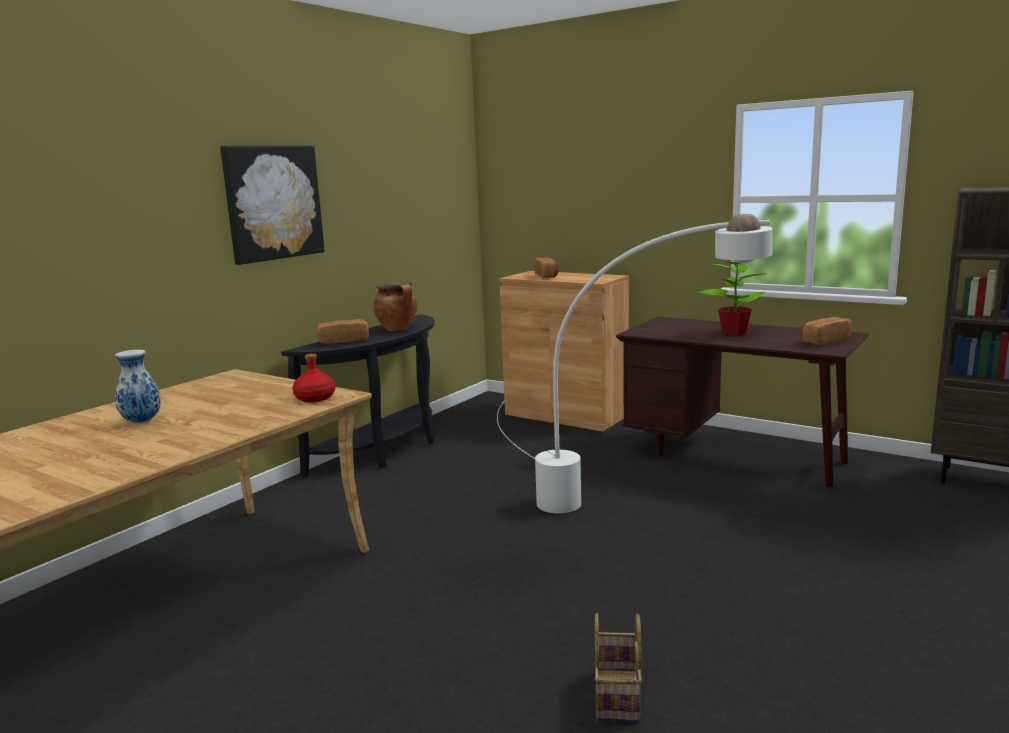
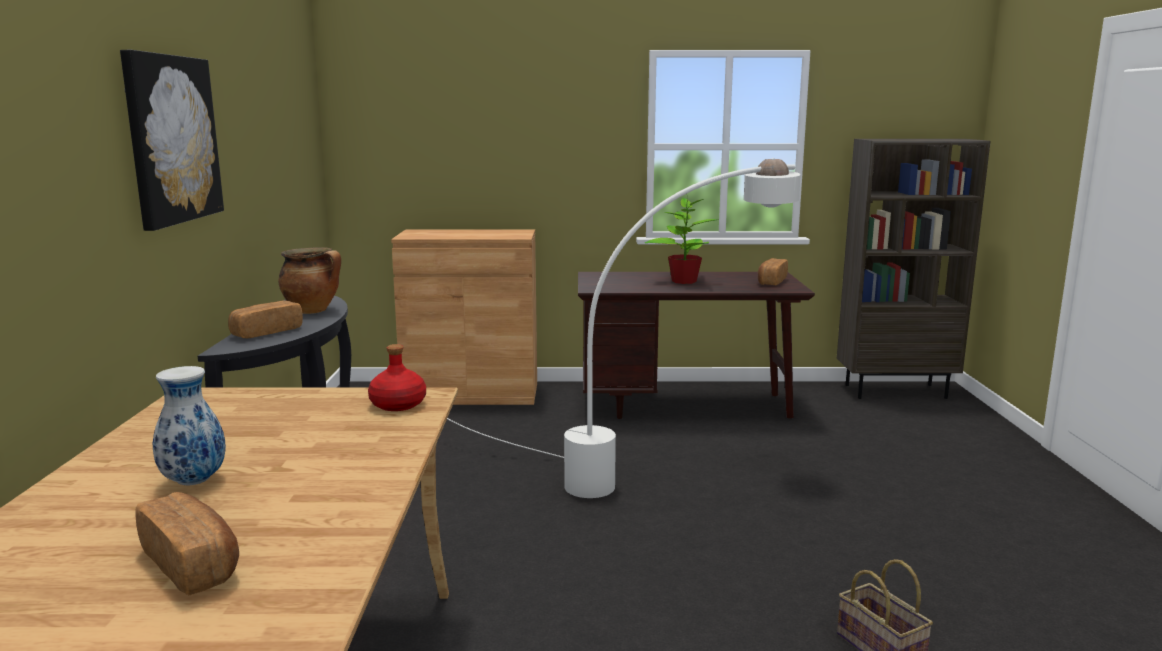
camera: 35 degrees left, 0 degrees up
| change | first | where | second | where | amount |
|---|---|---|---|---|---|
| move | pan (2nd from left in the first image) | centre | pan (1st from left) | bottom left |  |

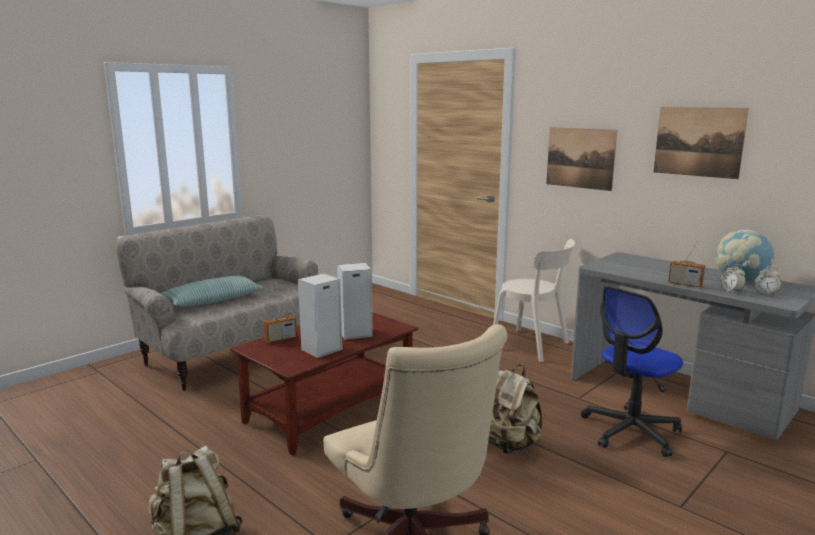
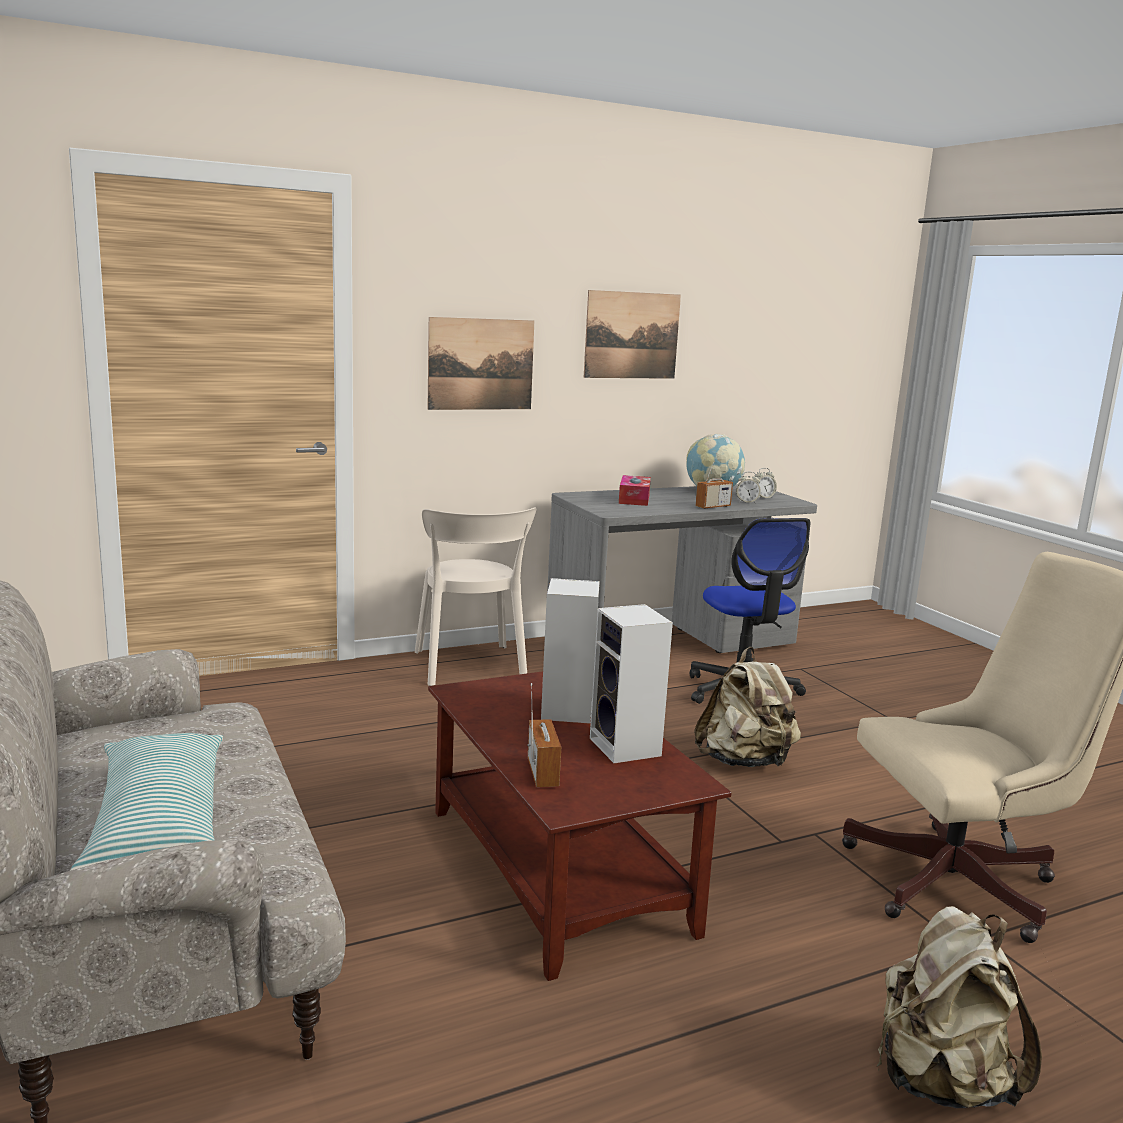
camera: 70 degrees left, 0 degrees up
| change | first | where | second | where | amount |
|---|---|---|---|---|---|
| insert |  |  | caja de pañuelos | centre |  |
| rotate | silla (beis) | centre |  | centre | 105 degrees clockwise |

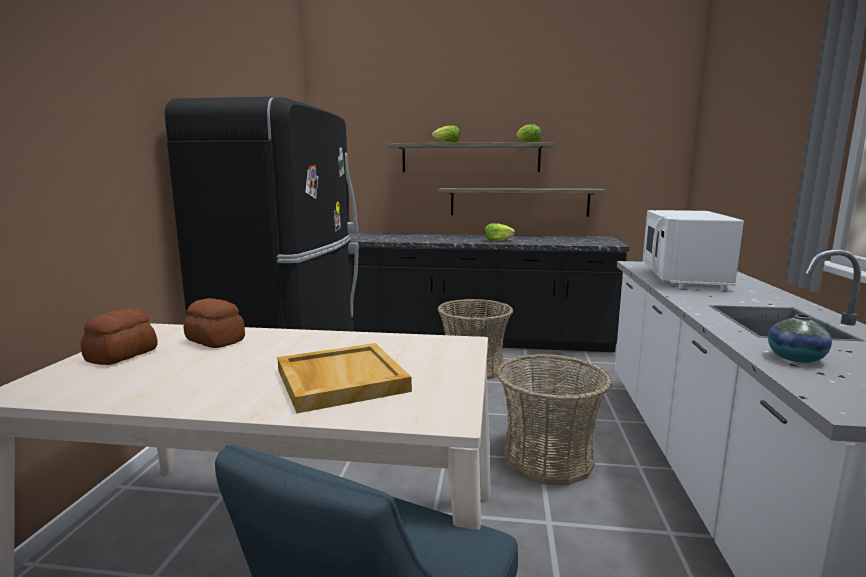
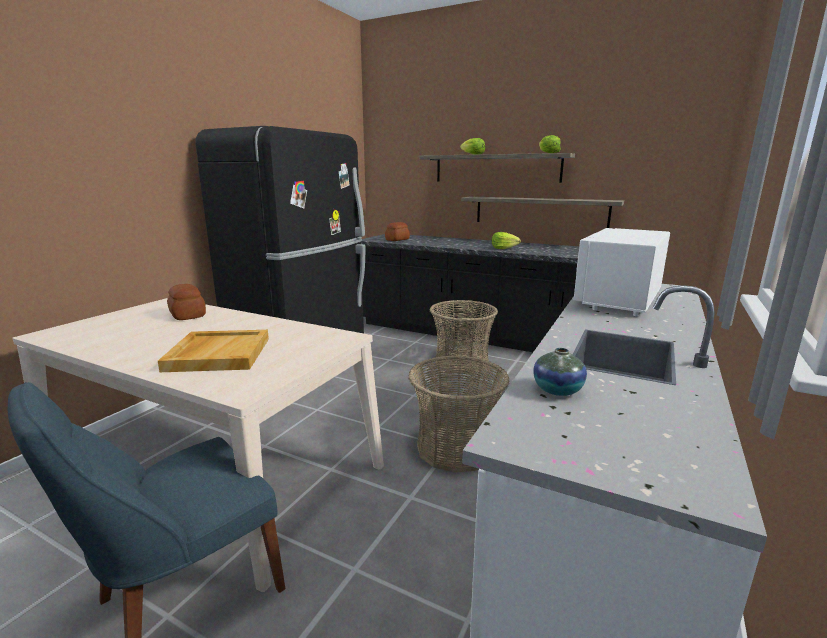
camera: 20 degrees right, 5 degrees up
| change | first | where | second | where | amount |
|---|---|---|---|---|---|
| move | pan (1st from left in the first image) | middle left | pan (2nd from left) | centre |  |

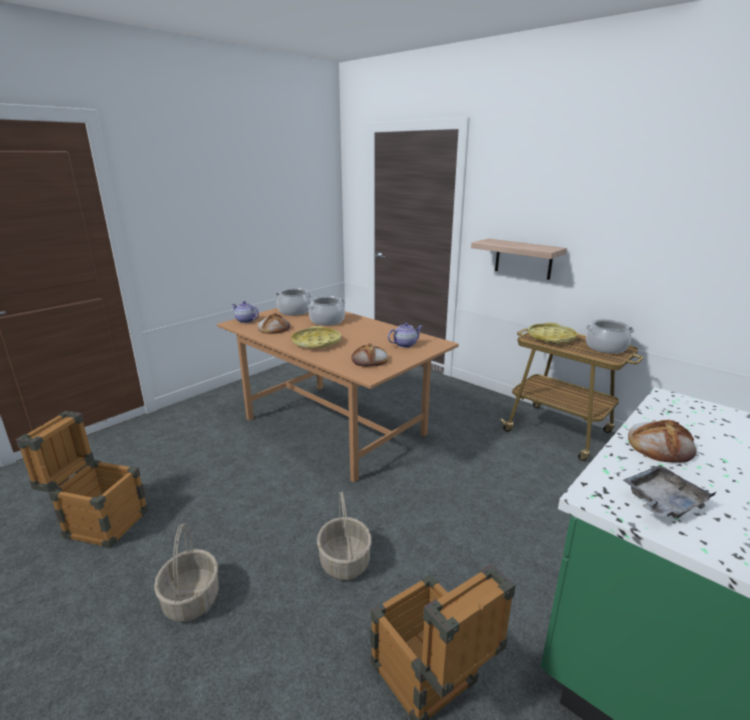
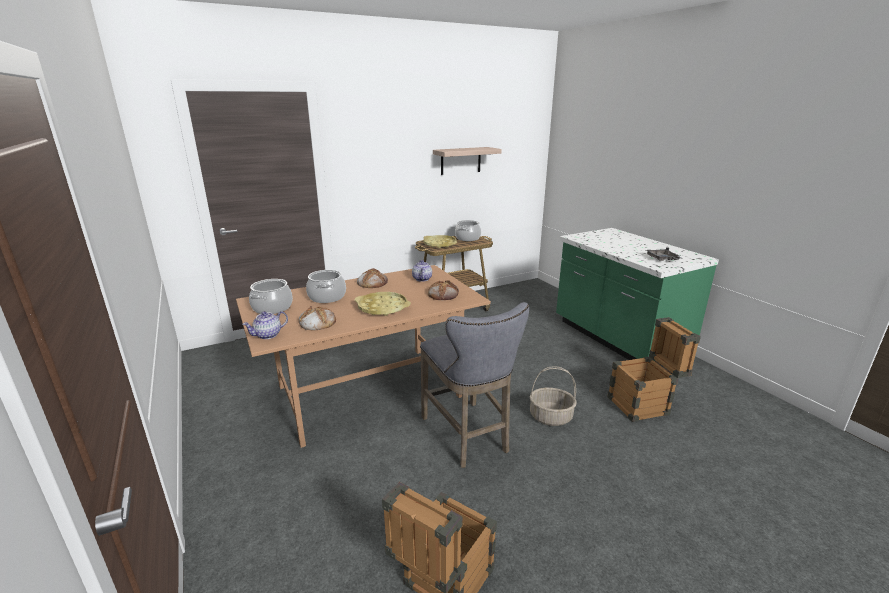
camera: 70 degrees left, 0 degrees up
| change | first | where | second | where | amount |
|---|---|---|---|---|---|
| delete | cesta (1st from left) | bottom left |  |  |  |
| insert |  |  | taburete (gris) | centre |  |
| move | estante | middle right |  | top centre |  |
| move | pan (3rd from left in the first image) | middle right | pan (2nd from left) | centre |  |

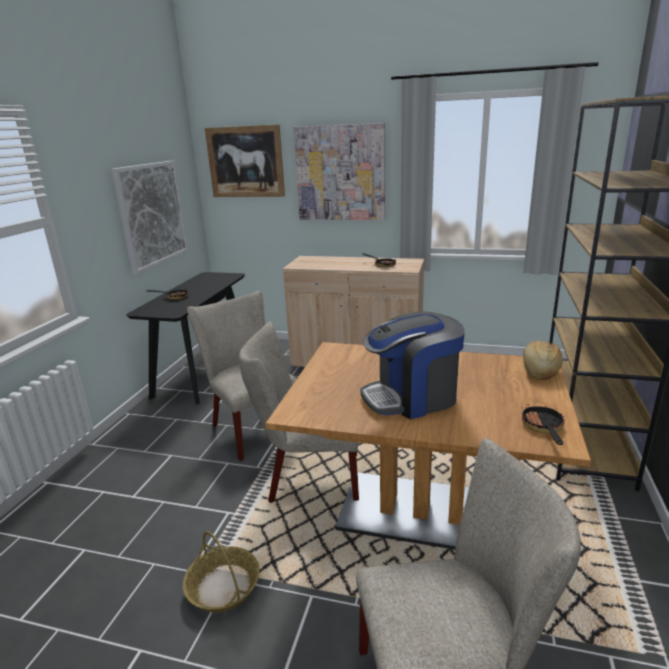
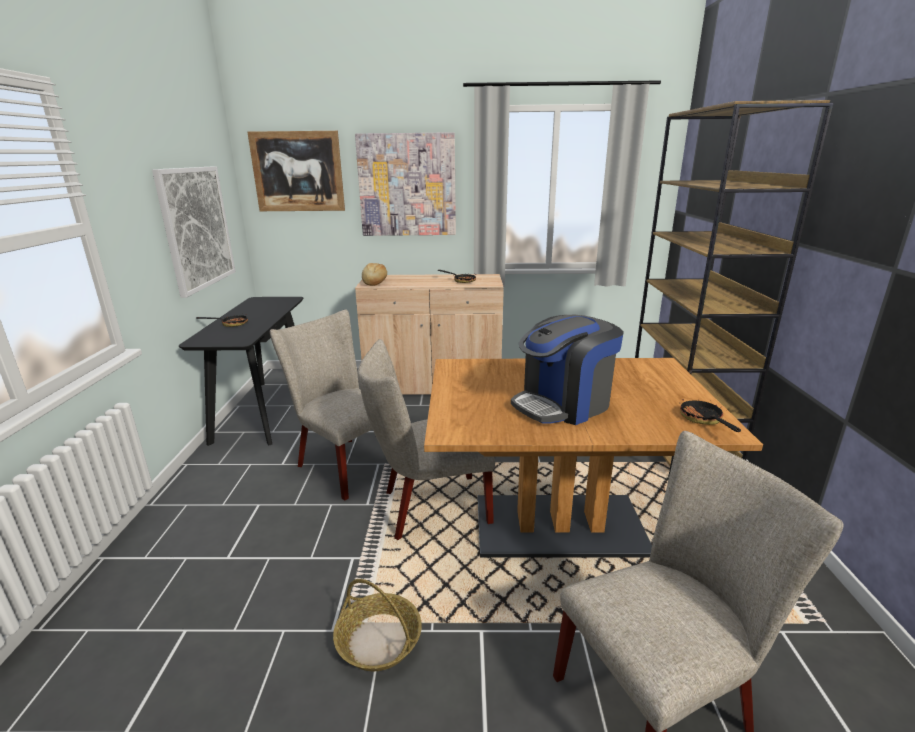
camera: 15 degrees left, 0 degrees up
| change | first | where | second | where | amount |
|---|---|---|---|---|---|
| move | pan | middle right |  | centre |  |

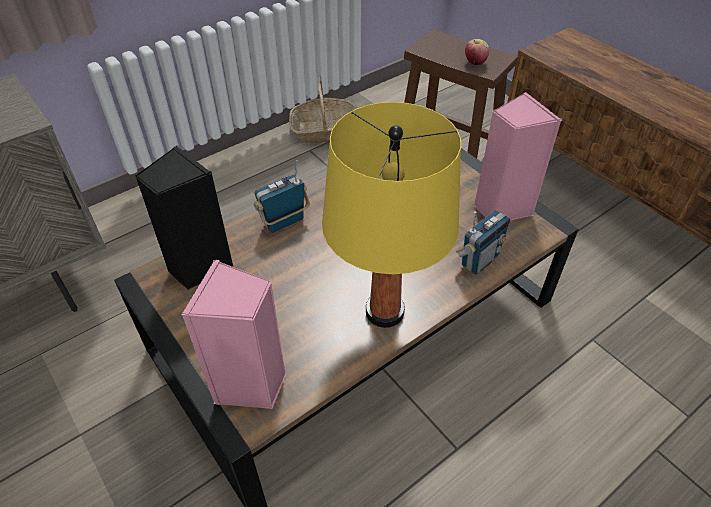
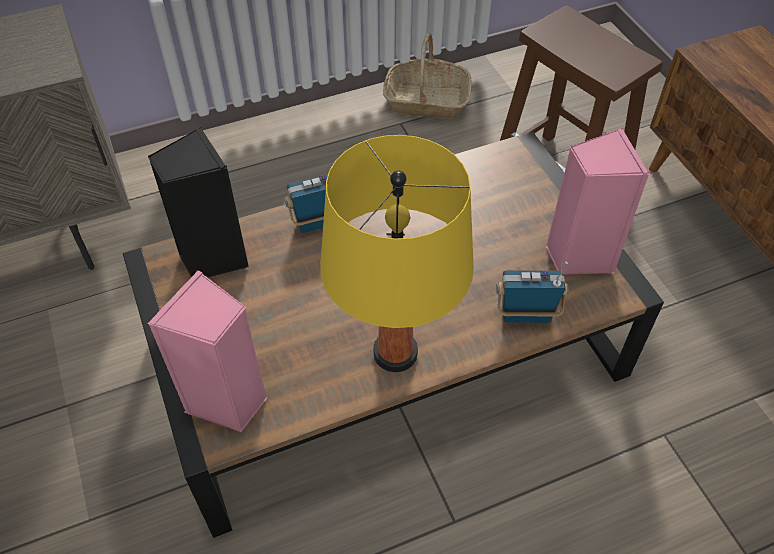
camera: 15 degrees right, 5 degrees up
| change | first | where | second | where | amount |
|---|---|---|---|---|---|
| delete | manzana | top right |  |  |  |
| rotate | radio (2nd from left) | middle right |  | middle right | 150 degrees counterclockwise |

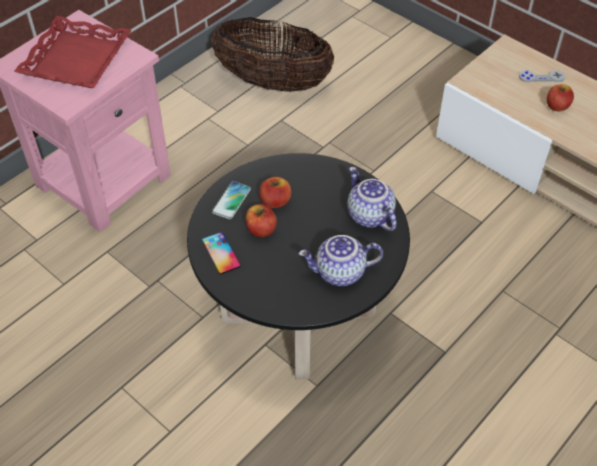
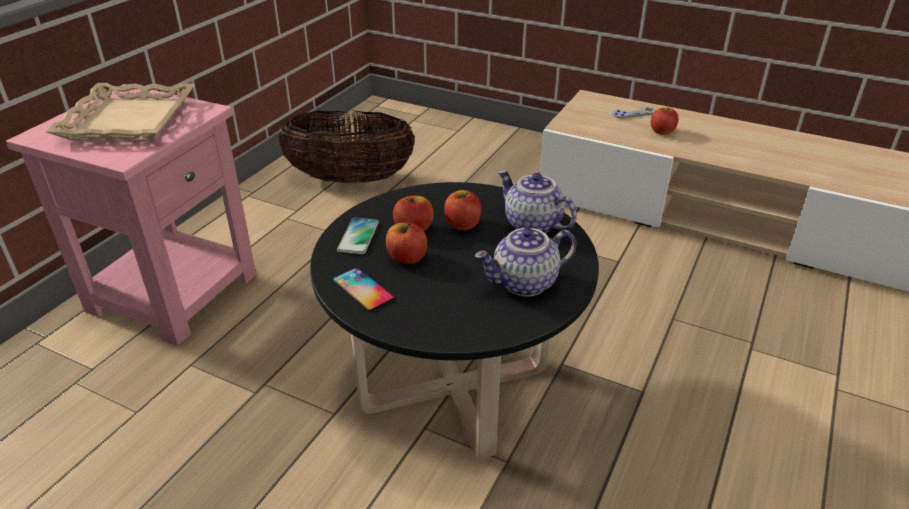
camera: 15 degrees left, 15 degrees down
| change | first | where | second | where | amount |
|---|---|---|---|---|---|
| insert |  |  | manzana (3rd from left) | centre |  |
| recolor | bandeja (rojo) | top left | bandeja (beis) | top left |  |

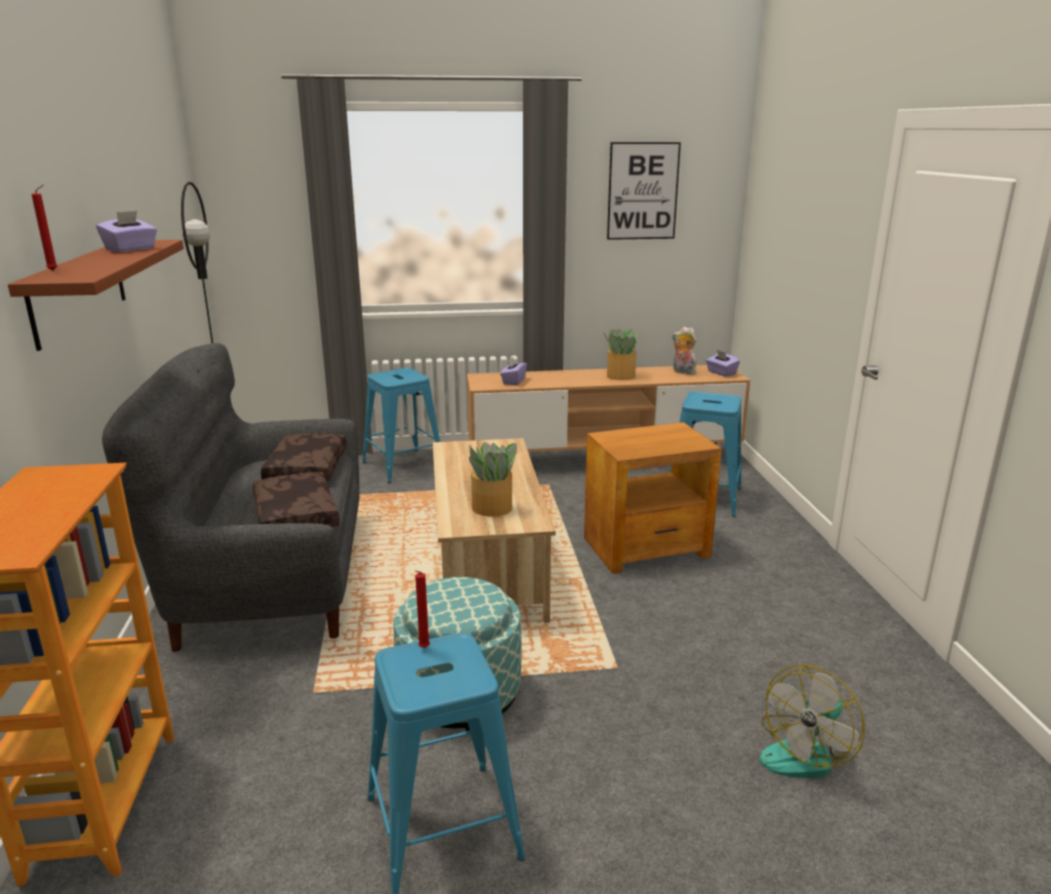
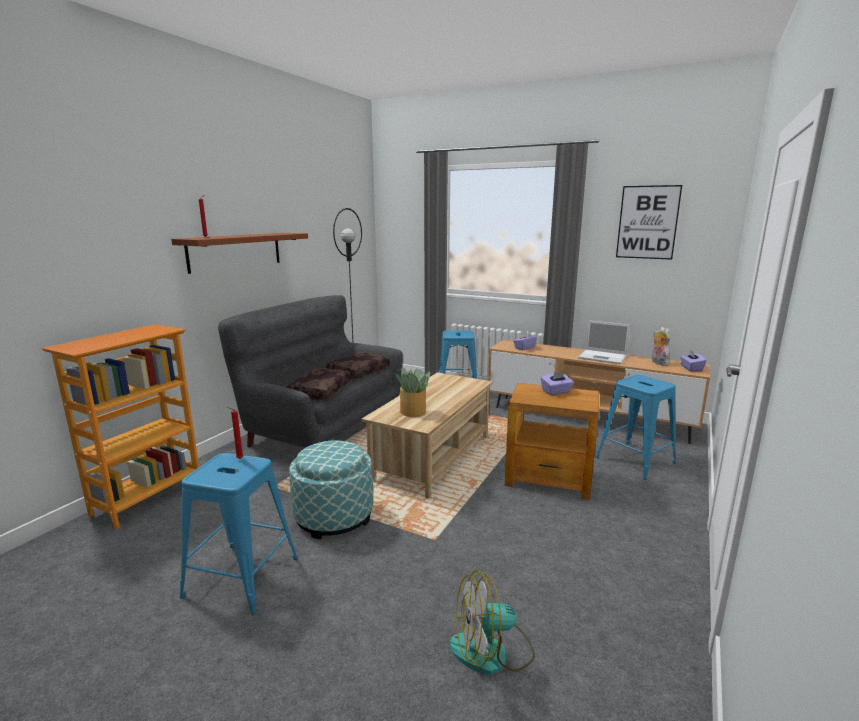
camera: 35 degrees right, 5 degrees down
| change | first | where | second | where | amount |
|---|---|---|---|---|---|
| move | caja de pañuelos (morado) (1st from left in the first image) | top left | caja de pañuelos (morado) (2nd from left) | centre |  |
| replace | planta en maceta (2nd from left) | centre | portátil | middle right |  |

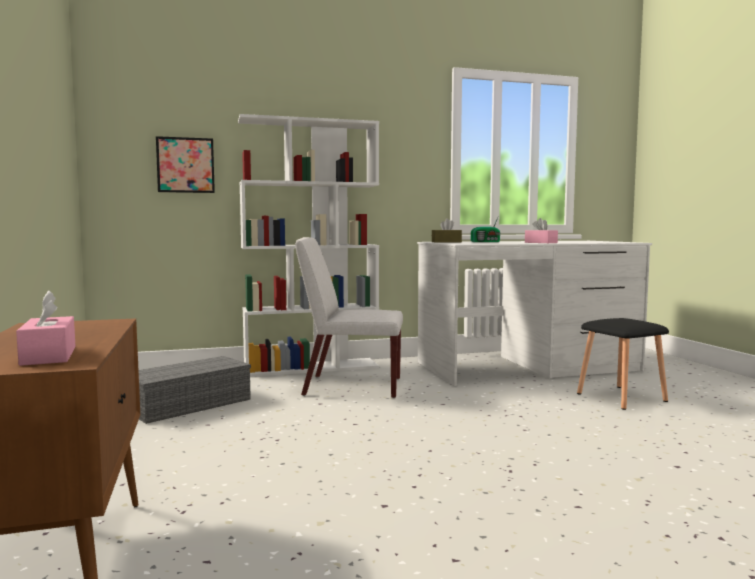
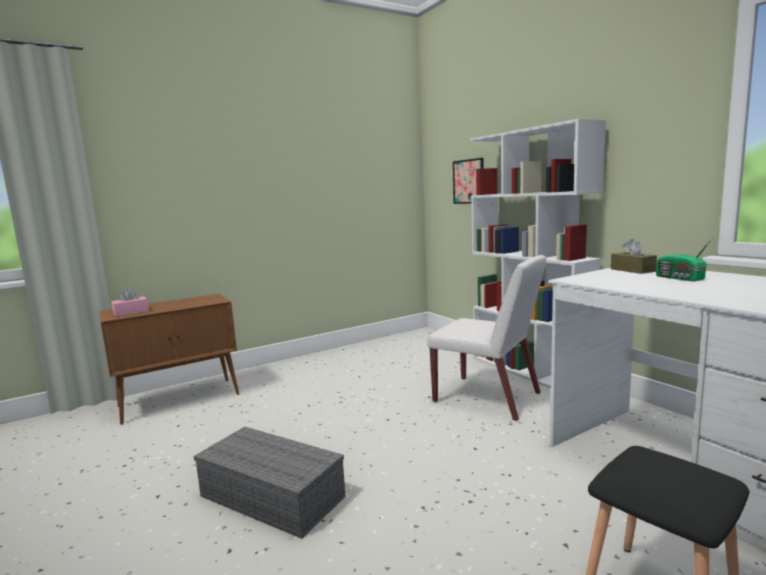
camera: 75 degrees right, 5 degrees up
| change | first | where | second | where | amount |
|---|---|---|---|---|---|
| delete | caja de pañuelos (rosa) (2nd from left) | middle right |  |  |  |
| move | caja de almacenaje (gris) | bottom left |  | bottom centre |  |
| rotate | silla (blanco) | centre |  | centre | 135 degrees clockwise |

